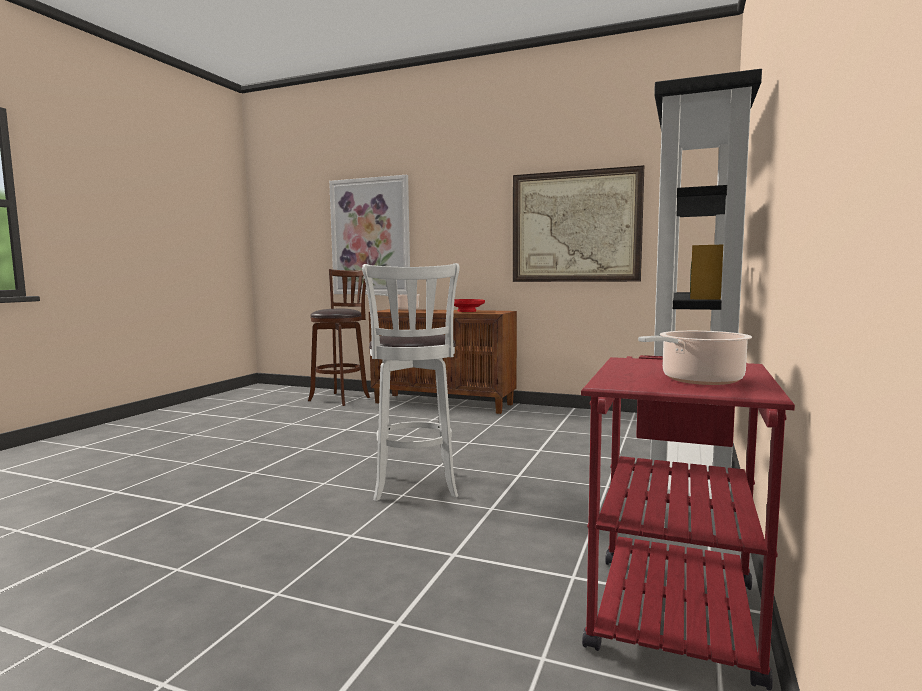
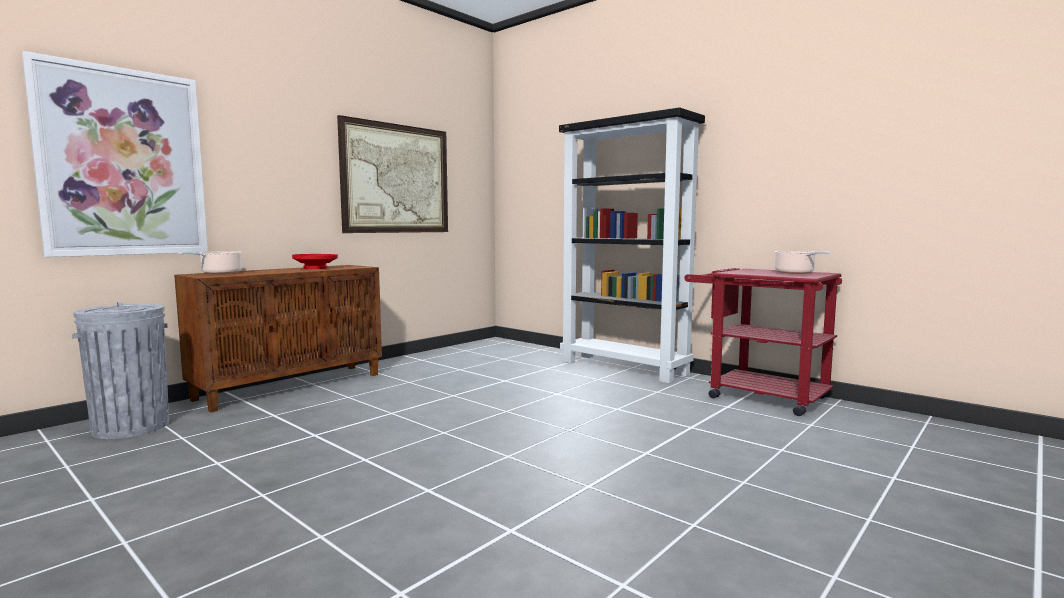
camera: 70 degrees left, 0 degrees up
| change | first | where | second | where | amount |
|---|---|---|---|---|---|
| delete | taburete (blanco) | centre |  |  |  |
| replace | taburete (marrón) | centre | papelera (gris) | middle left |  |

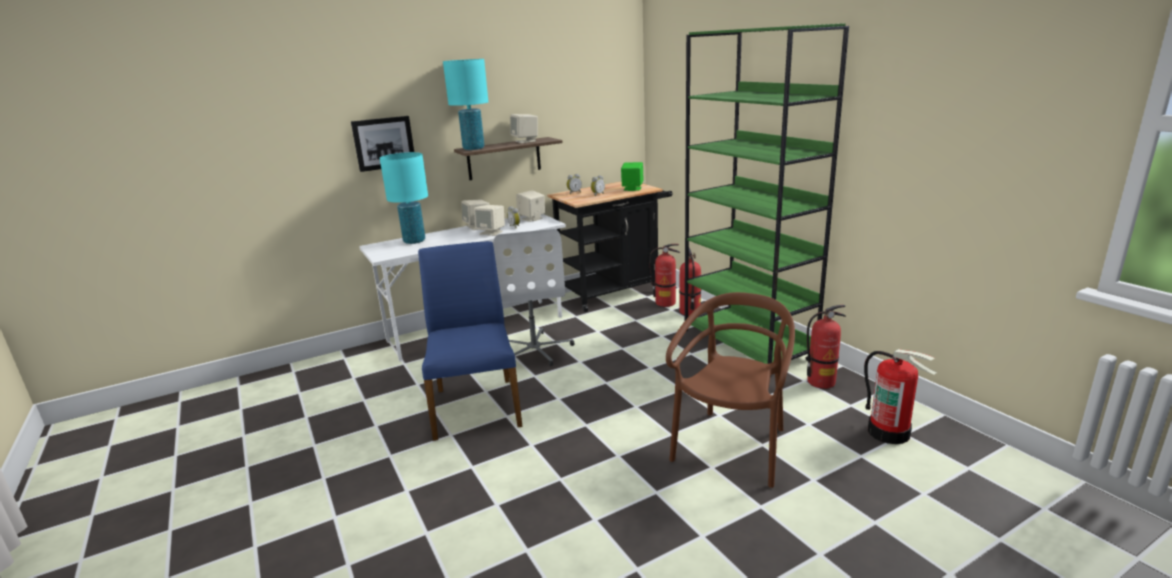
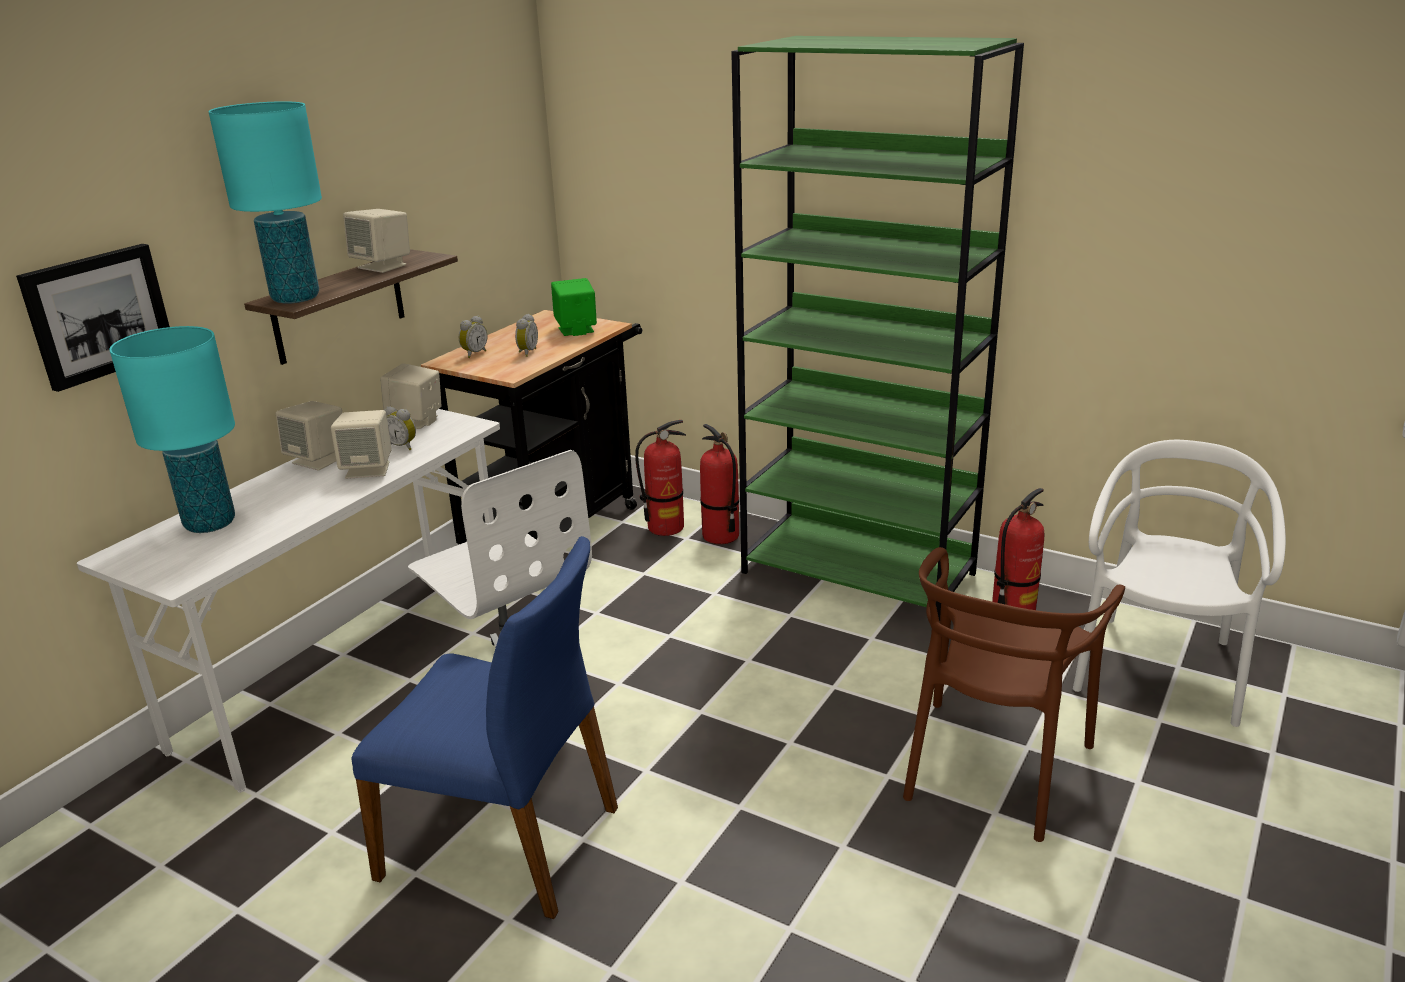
camera: 30 degrees left, 5 degrees up
| change | first | where | second | where | amount |
|---|---|---|---|---|---|
| replace | extintor (4th from left) | bottom right | silla (blanco) | middle right |  |
| rotate | silla (azul) | centre |  | bottom centre | 150 degrees clockwise |
| rotate | silla (marrón) | bottom centre |  | bottom right | 150 degrees counterclockwise |

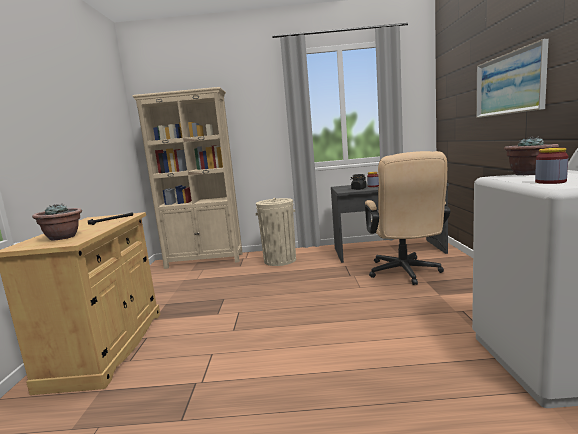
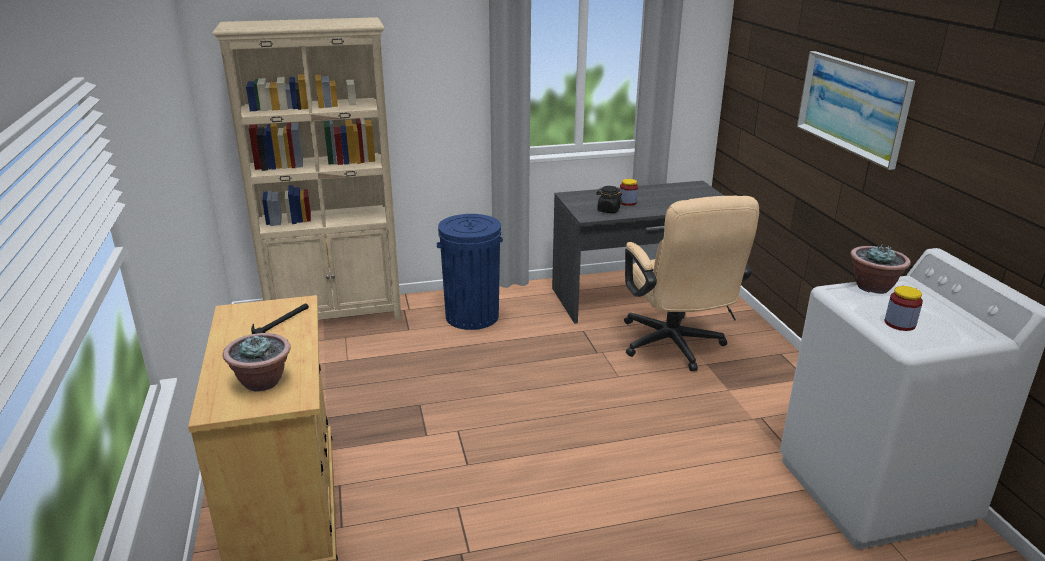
camera: 15 degrees left, 15 degrees up
| change | first | where | second | where | amount |
|---|---|---|---|---|---|
| recolor | papelera (beis) | centre | papelera (azul) | centre |  |

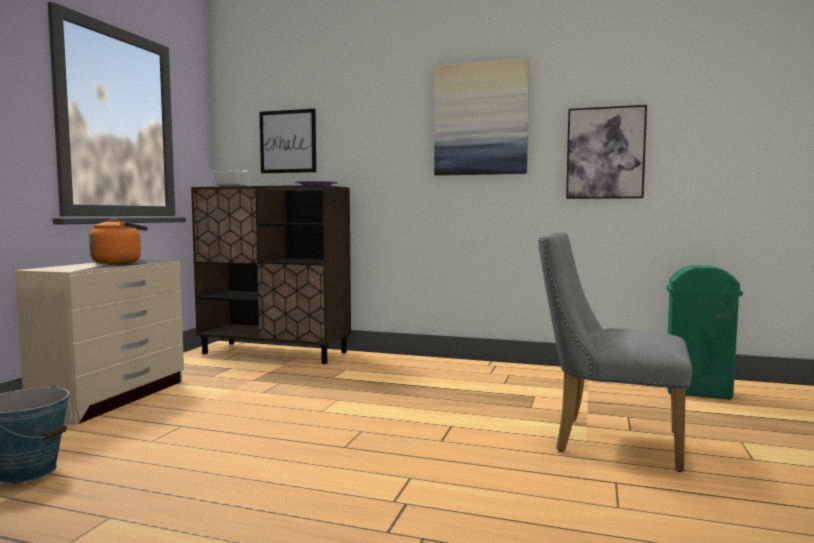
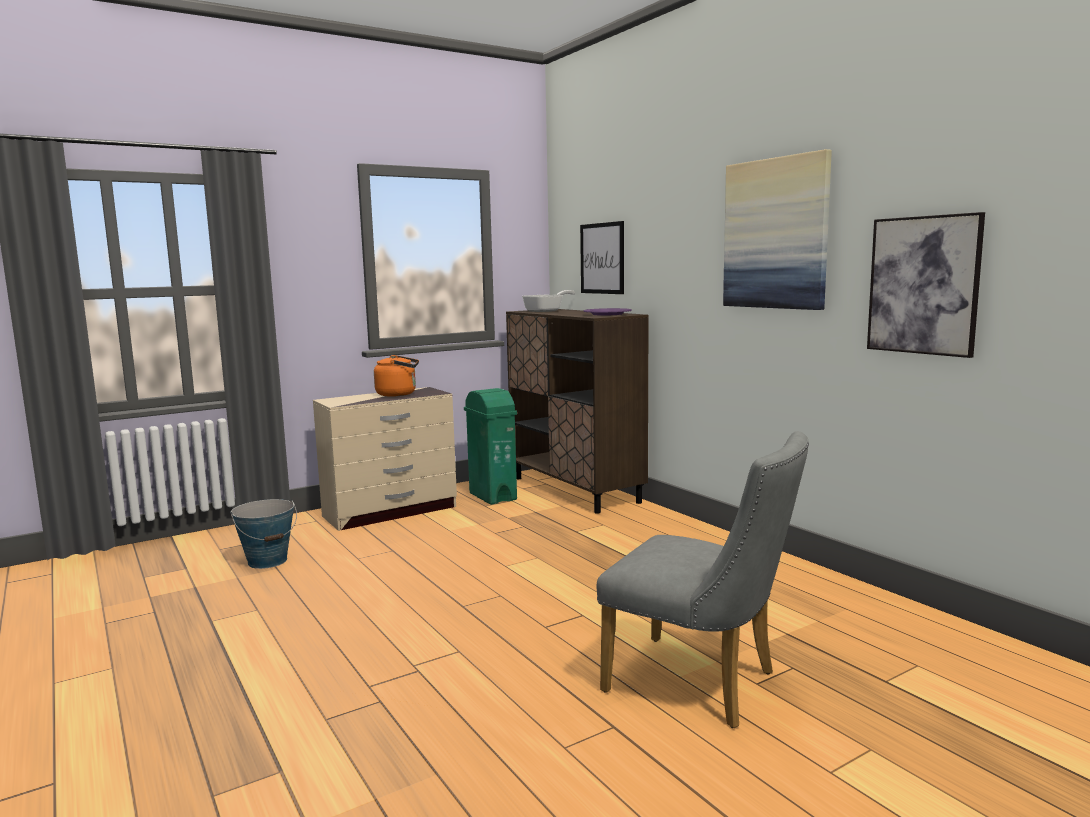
camera: 40 degrees right, 5 degrees up
| change | first | where | second | where | amount |
|---|---|---|---|---|---|
| move | papelera (verde) | middle right |  | centre |  |
| rotate | silla (gris) | middle right |  | bottom centre | 150 degrees clockwise |

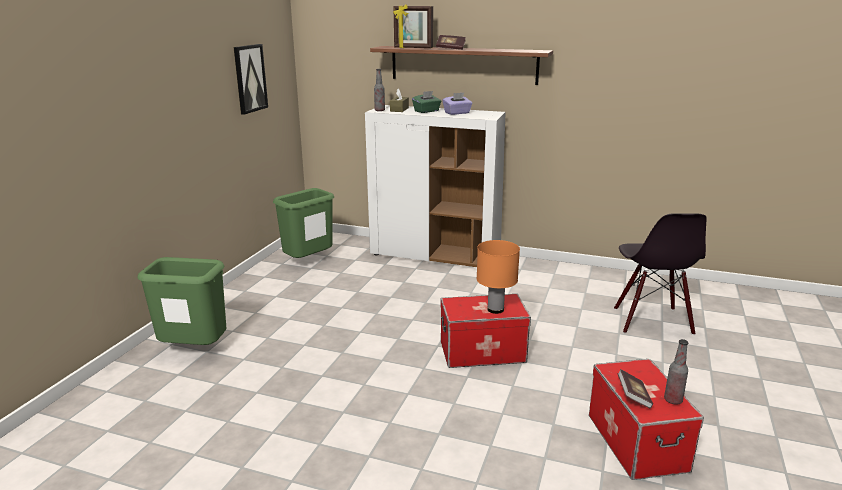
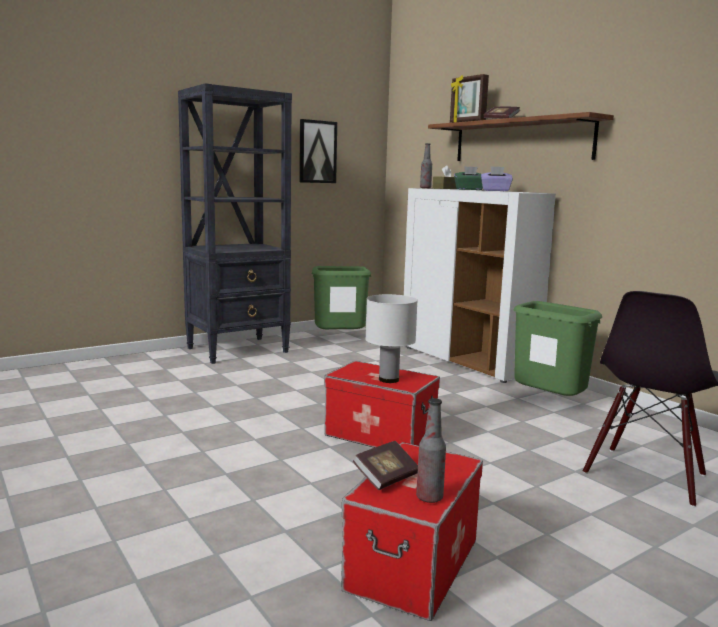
camera: 35 degrees right, 10 degrees down
| change | first | where | second | where | amount |
|---|---|---|---|---|---|
| insert |  |  | estantería (negro) | middle left |  |
| move | papelera (verde) (1st from left in the first image) | middle left | papelera (verde) (2nd from left) | middle right |  |
| recolor | lámpara de mesa (naranja) | centre | lámpara de mesa (blanco) | centre |  |

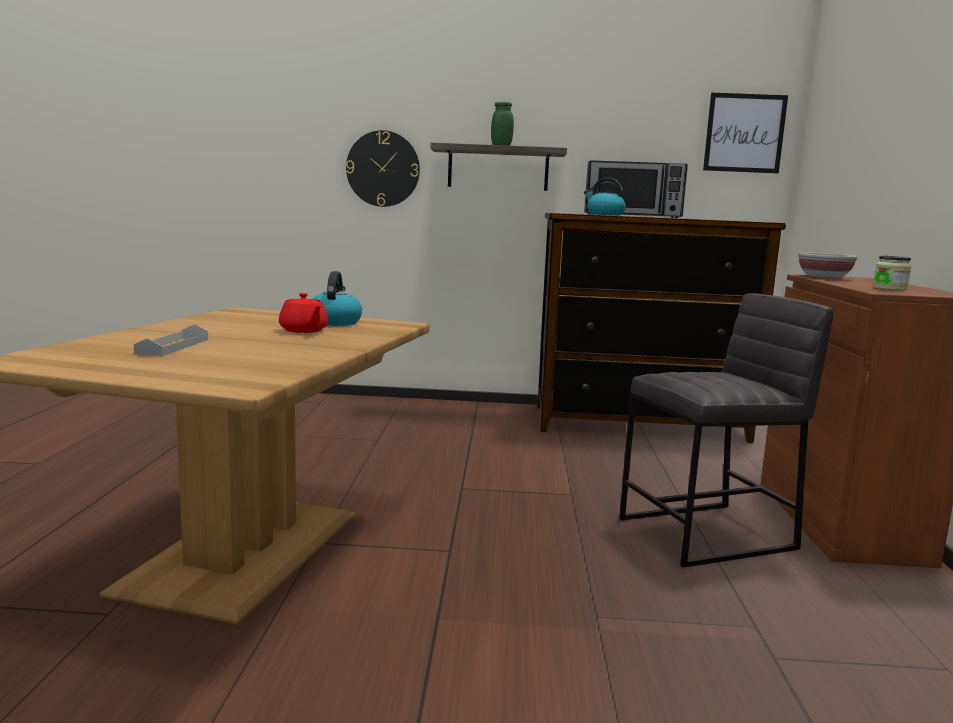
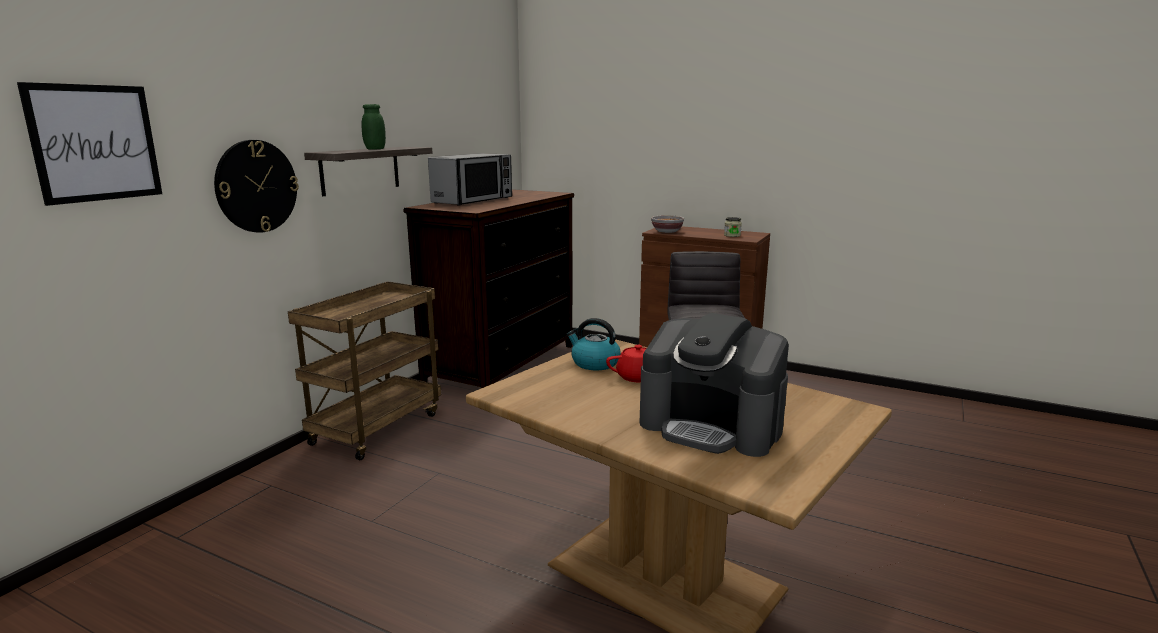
camera: 65 degrees left, 5 degrees up
| change | first | where | second | where | amount |
|---|---|---|---|---|---|
| delete | hervidor (2nd from left) | top centre |  |  |  |
| insert |  |  | carrito (marrón) | middle left |  |
| move | cuadro | top right |  | top left |  |
| replace | bandeja (gris) | middle left | cafetera | centre |  |

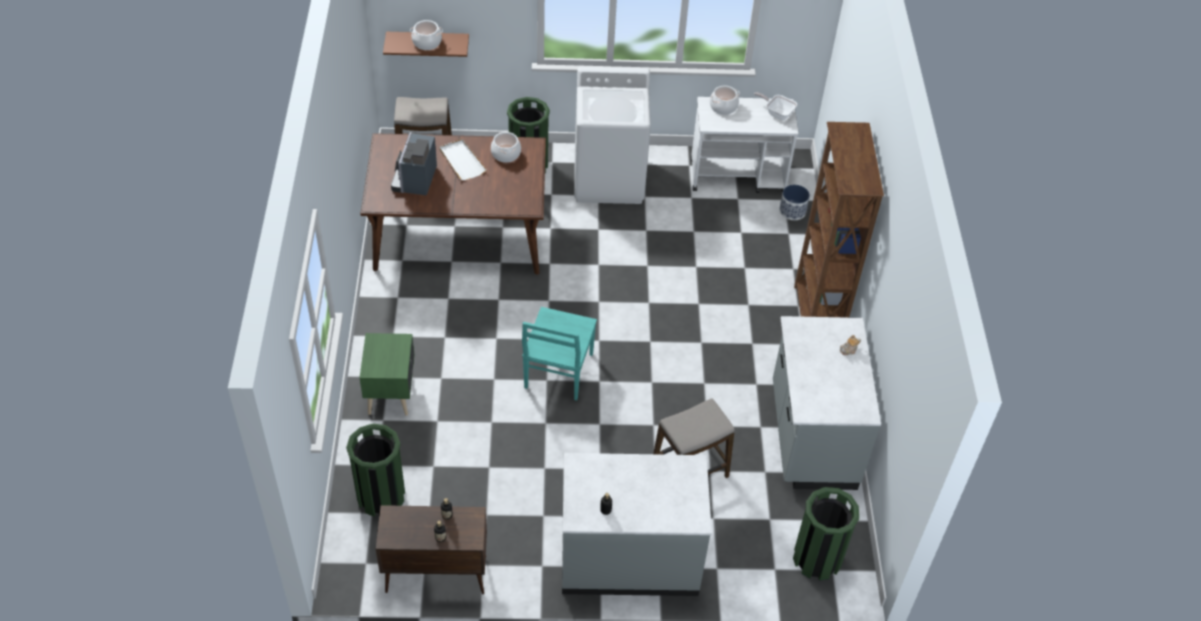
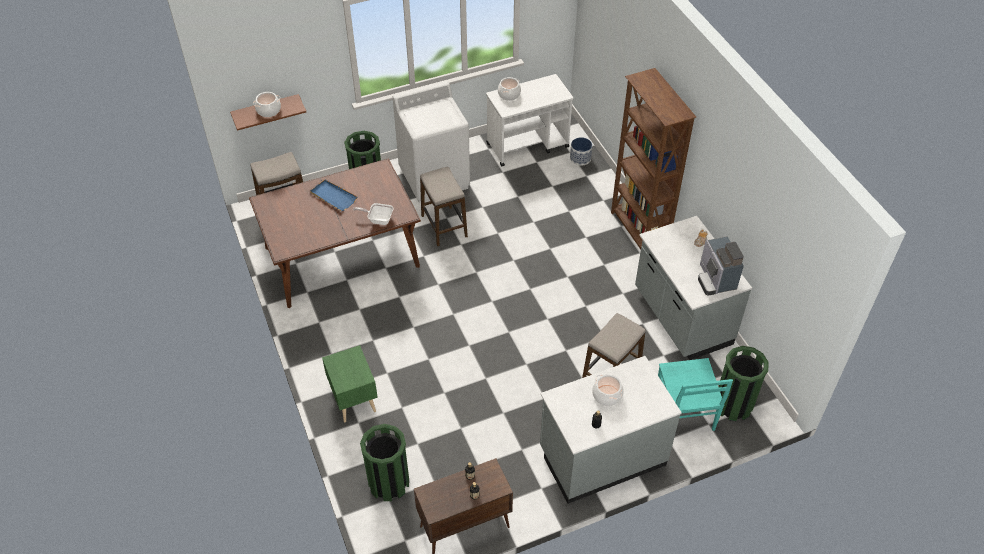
camera: 20 degrees left, 0 degrees up
| change | first | where | second | where | amount |
|---|---|---|---|---|---|
| insert |  |  | taburete (2nd from left) | centre |  |
| move | cafetera | top centre |  | middle right |  |
| move | olla (2nd from left in the first image) | top centre | olla (3rd from left) | bottom centre |  |
| move | silla (turquesa) | centre |  | bottom right |  |
| move | sartén | top centre |  | centre |  |
| recolor | bandeja (blanco) | top centre | bandeja (azul) | centre |  |

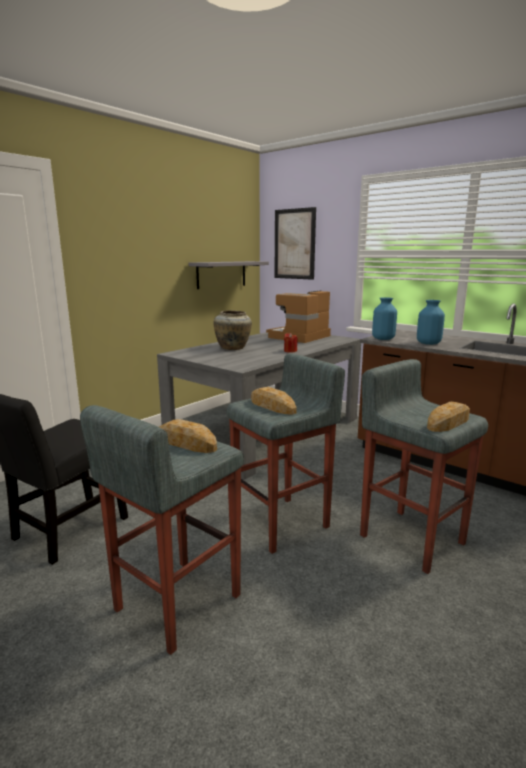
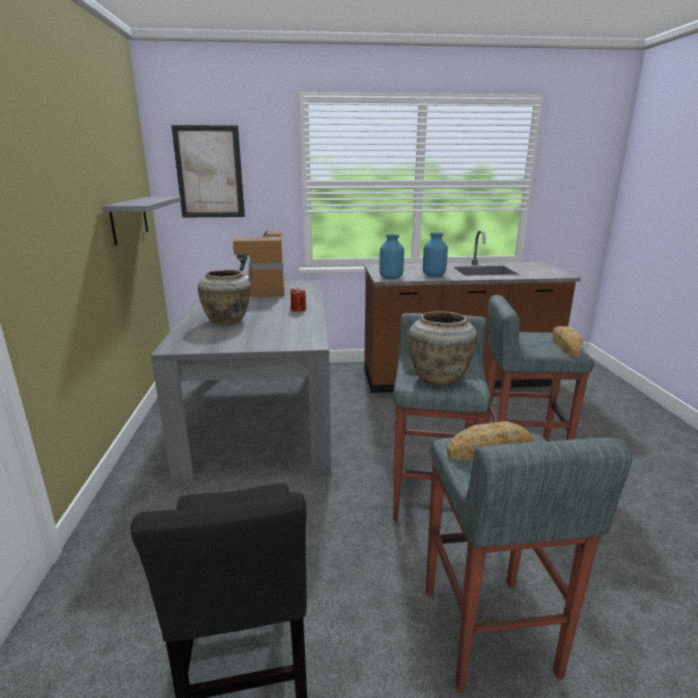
camera: 45 degrees left, 5 degrees up
| change | first | where | second | where | amount |
|---|---|---|---|---|---|
| replace | pan (2nd from left) | centre | florero (beis) (2nd from left) | centre |  |

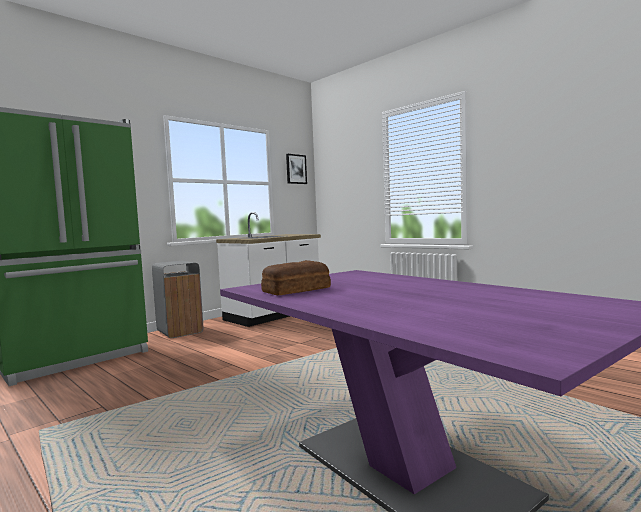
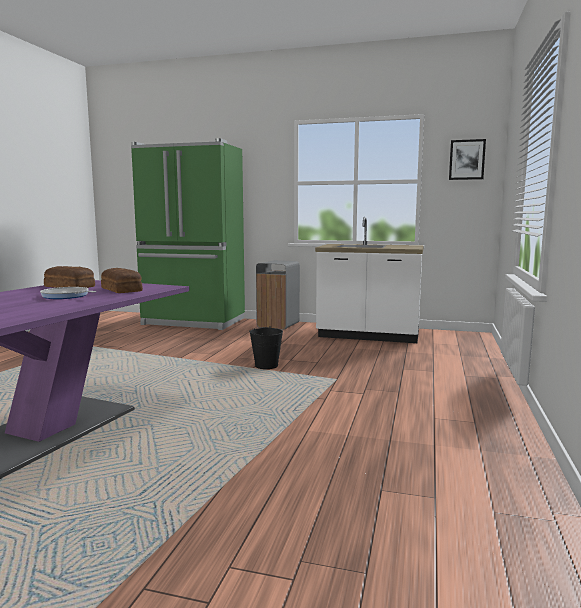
camera: 60 degrees right, 5 degrees up
| change | first | where | second | where | amount |
|---|---|---|---|---|---|
| insert |  |  | sartén | middle left |  |
| insert |  |  | pan (2nd from left) | middle left |  |
| insert |  |  | cubo (negro) | centre |  |

